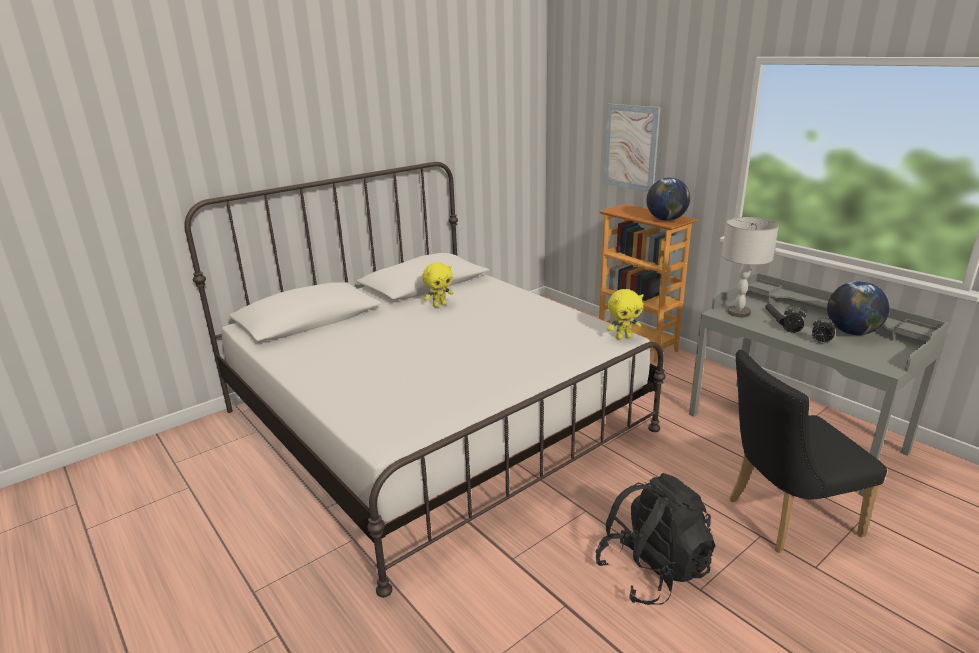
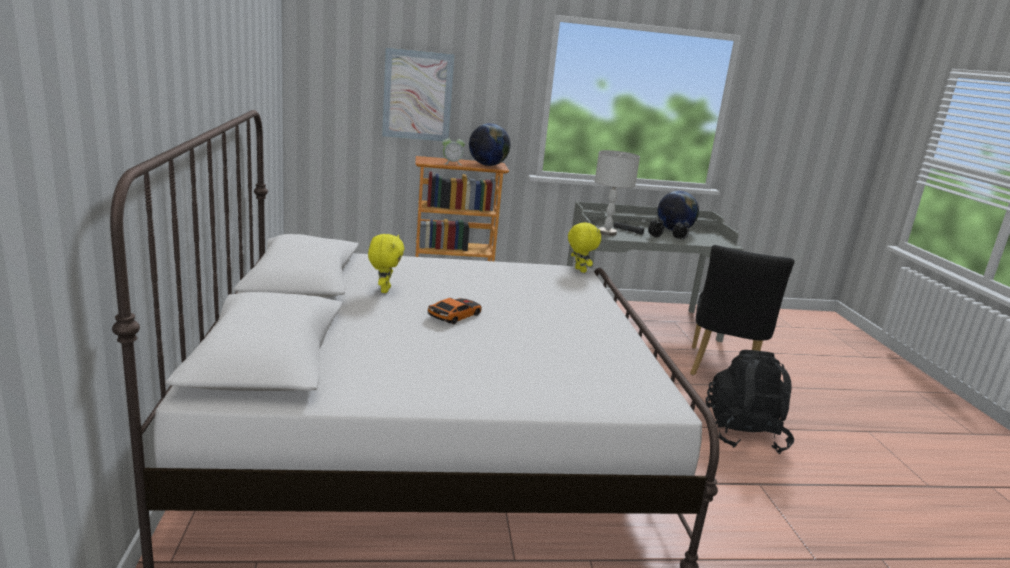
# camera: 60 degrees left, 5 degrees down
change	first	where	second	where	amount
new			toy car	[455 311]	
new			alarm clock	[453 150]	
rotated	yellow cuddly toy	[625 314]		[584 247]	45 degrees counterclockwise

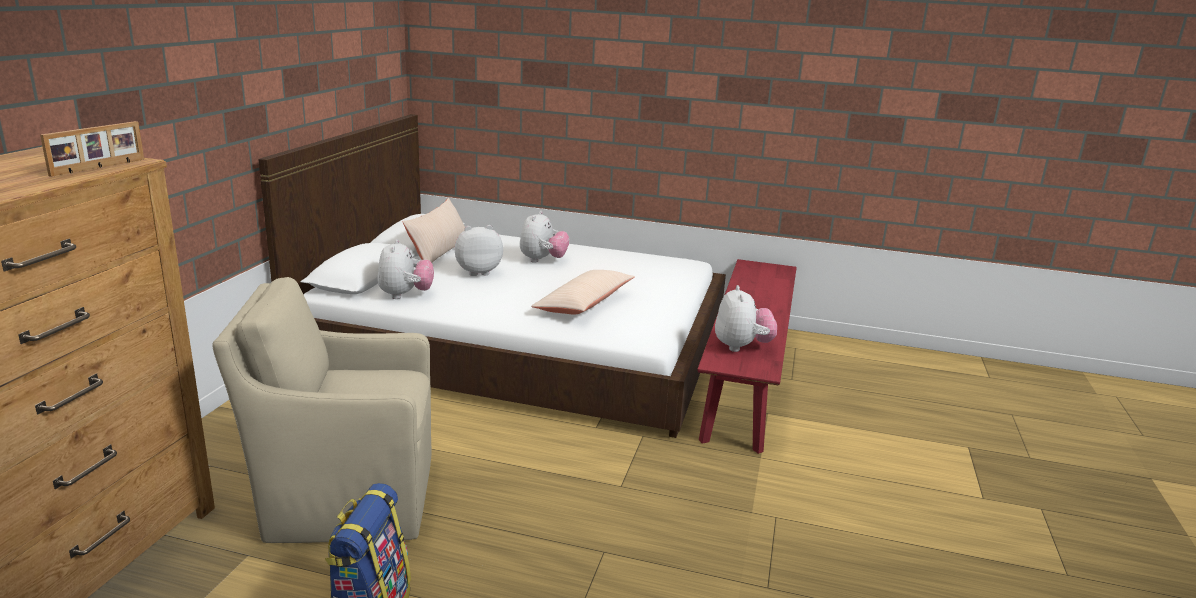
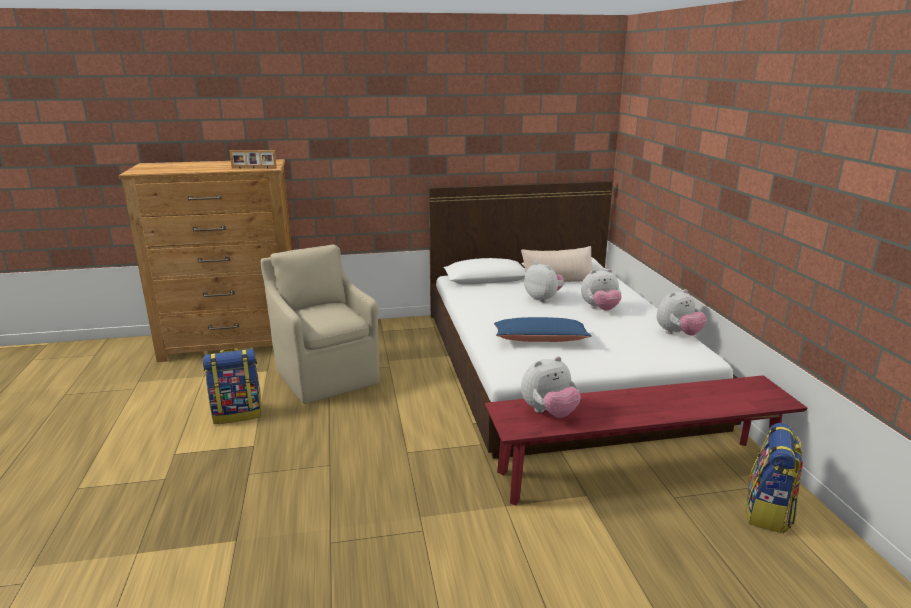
# camera: 65 degrees right, 0 degrees up
change	first	where	second	where	amount
new			rucksack	[775 478]	
shifted	cuddly toy	[405 269]		[682 312]	
repainted	beige-coloured pillow	[583 292]	blue-coloured pillow	[543 329]	

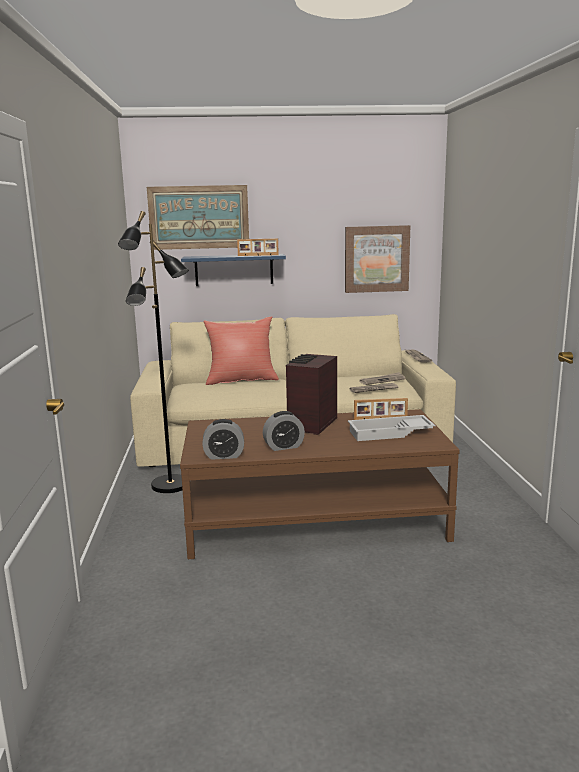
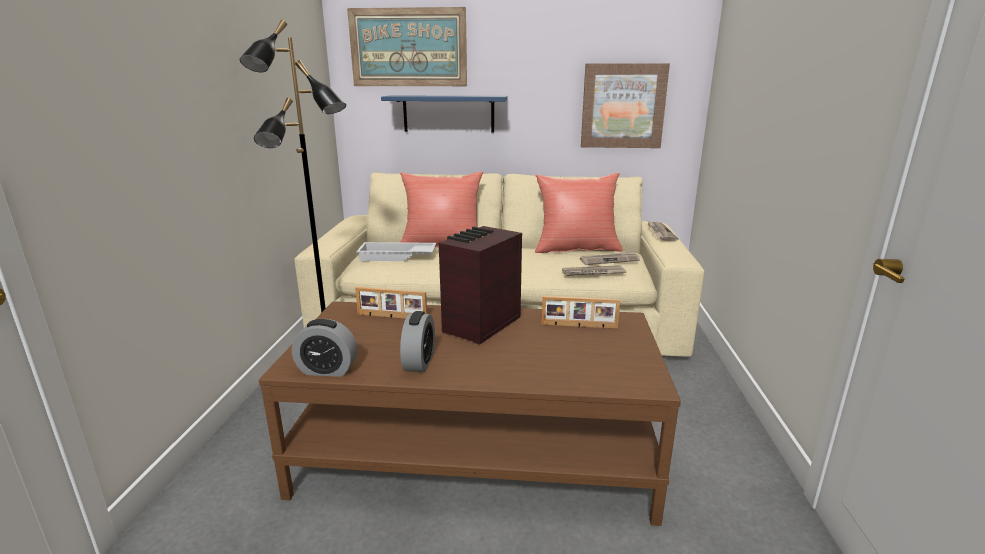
# camera: 10 degrees right, 5 degrees up
change	first	where	second	where	amount
new			red pillow	[579 213]	
shifted	picture frame	[258 247]		[391 303]	
shifted	white-coloured tray	[391 428]		[396 251]	
rotated	alarm clock	[284 431]		[417 341]	75 degrees counterclockwise

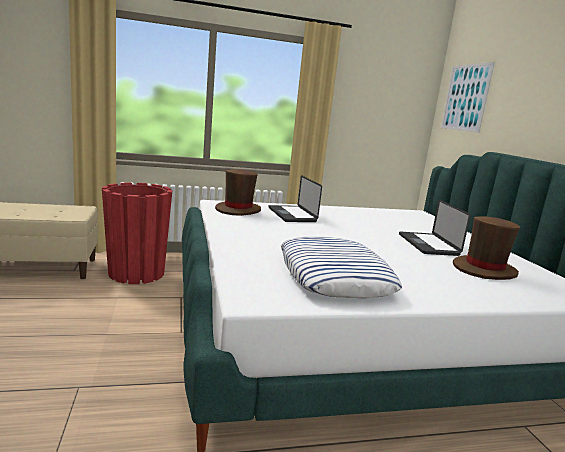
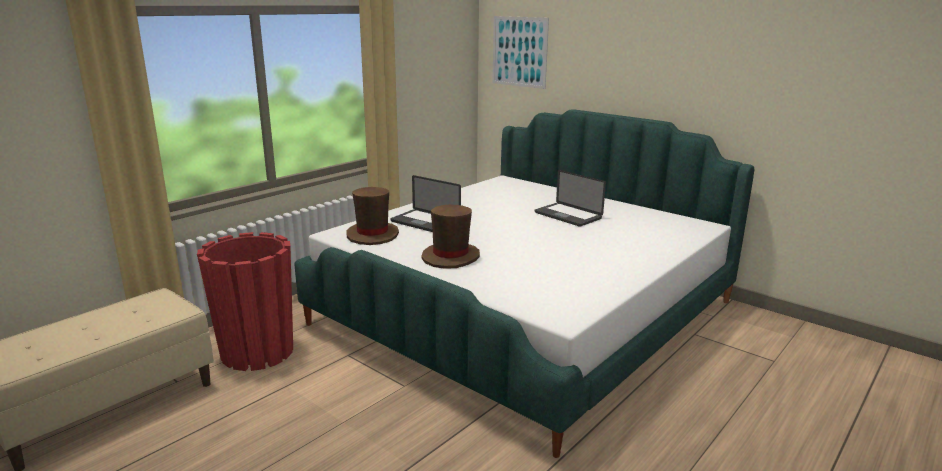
# camera: 35 degrees left, 5 degrees up
change	first	where	second	where	amount
gone	pillow	[341 267]			
shifted	brown wearable hat	[486 248]		[450 236]	

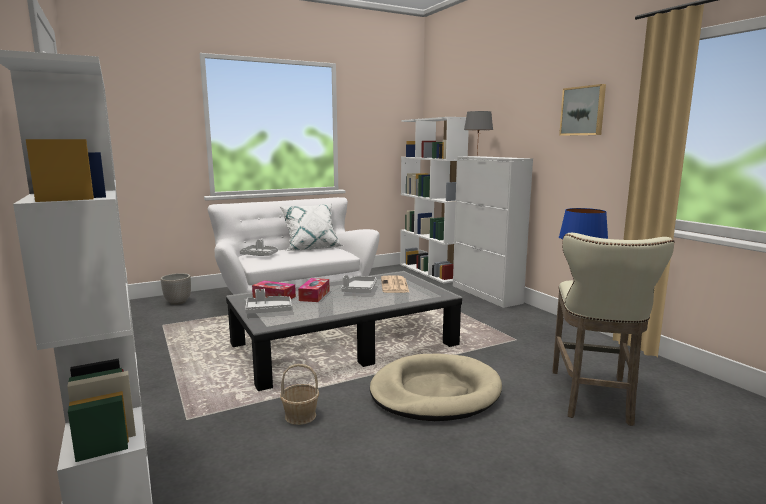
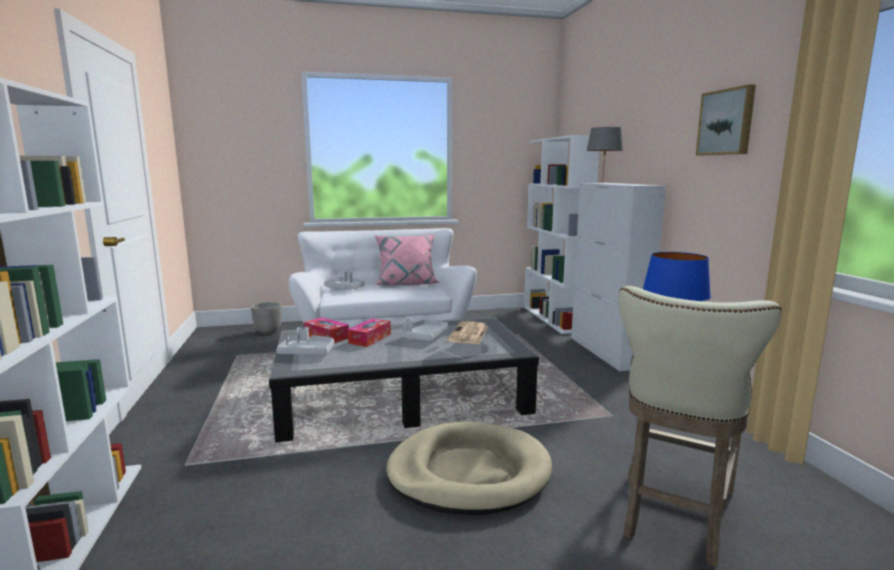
# camera: 15 degrees right, 0 degrees up
change	first	where	second	where	amount
gone	household basket	[299 394]			
repainted	white-coloured pillow	[311 227]	pink pillow	[407 260]	

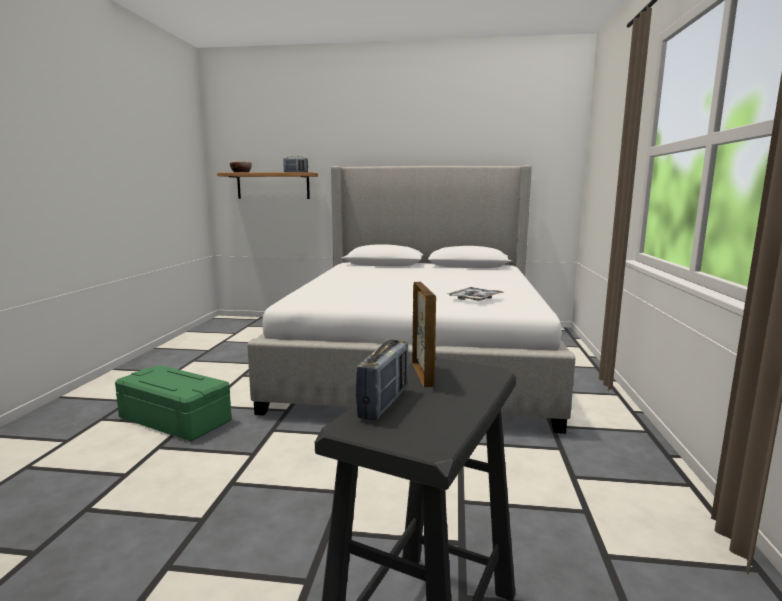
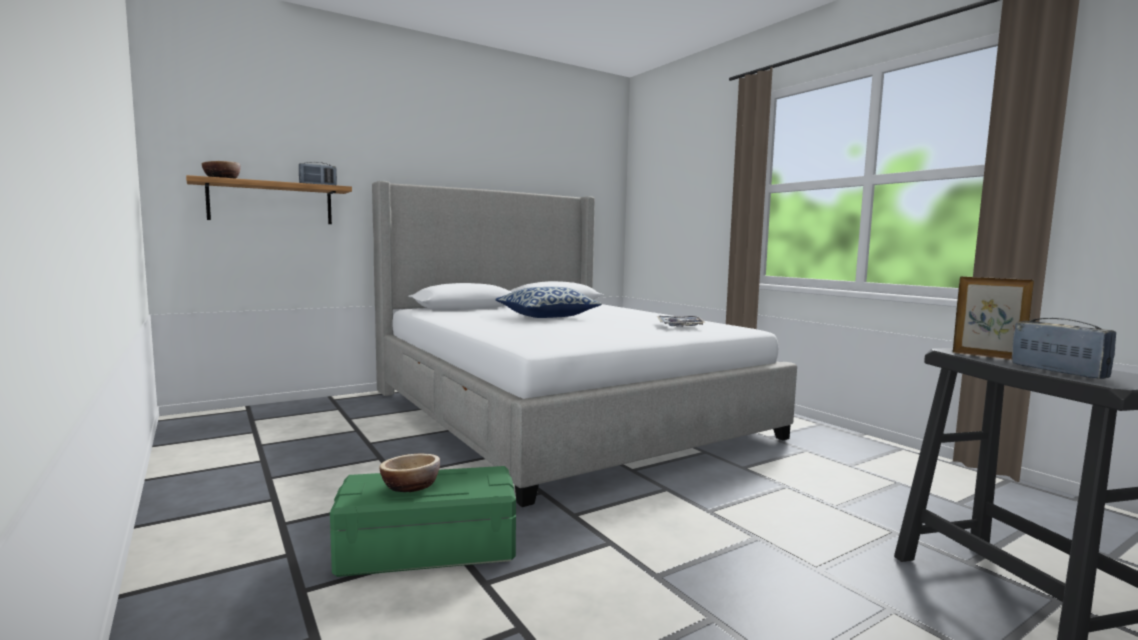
# camera: 40 degrees left, 5 degrees down
change	first	where	second	where	amount
new			deep dish	[409 473]	
new			pillow	[548 302]	

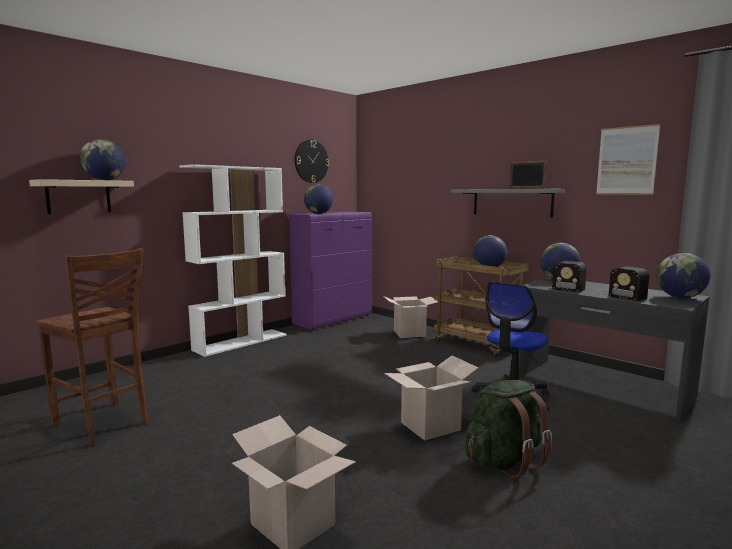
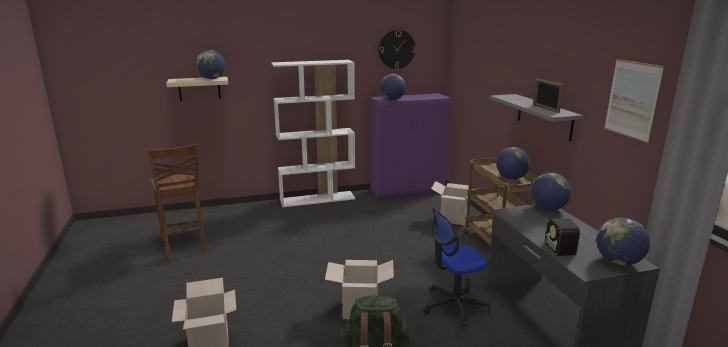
# camera: 30 degrees right, 10 degrees up
change	first	where	second	where	amount
gone	radio receiver	[562 277]			

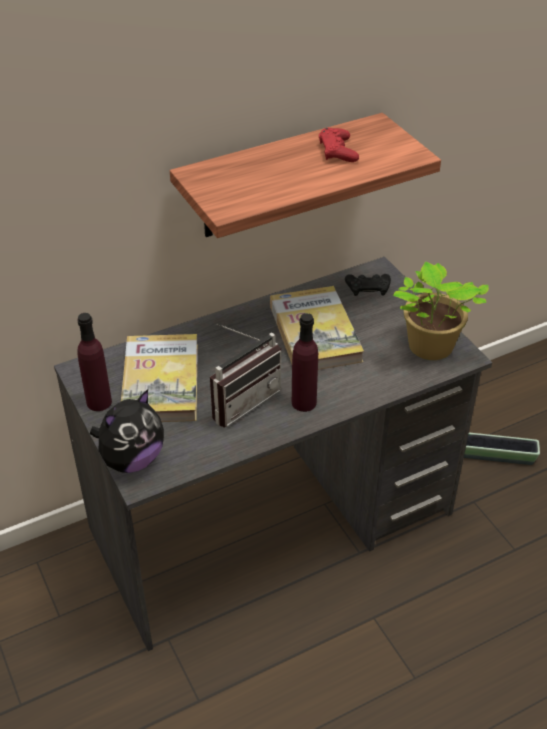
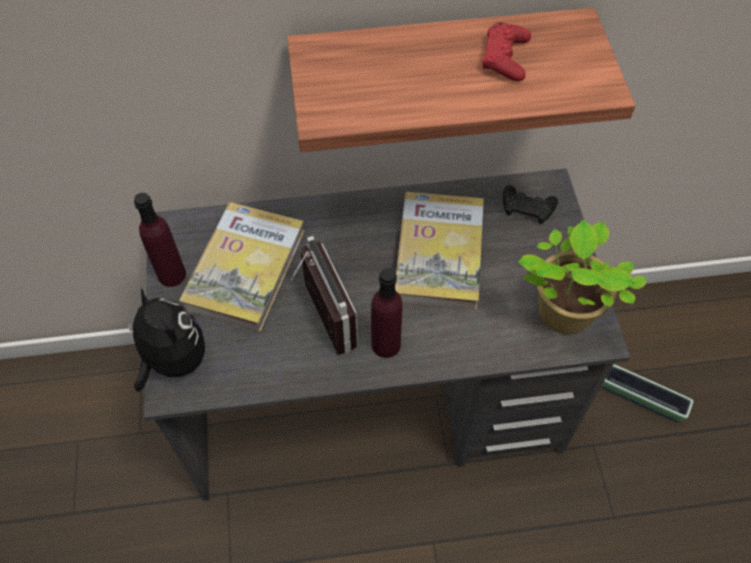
# camera: 20 degrees right, 15 degrees up
change	first	where	second	where	amount
rotated	cuddly toy	[127 431]		[165 339]	105 degrees counterclockwise
rotated	radio receiver	[245 376]		[324 295]	90 degrees counterclockwise

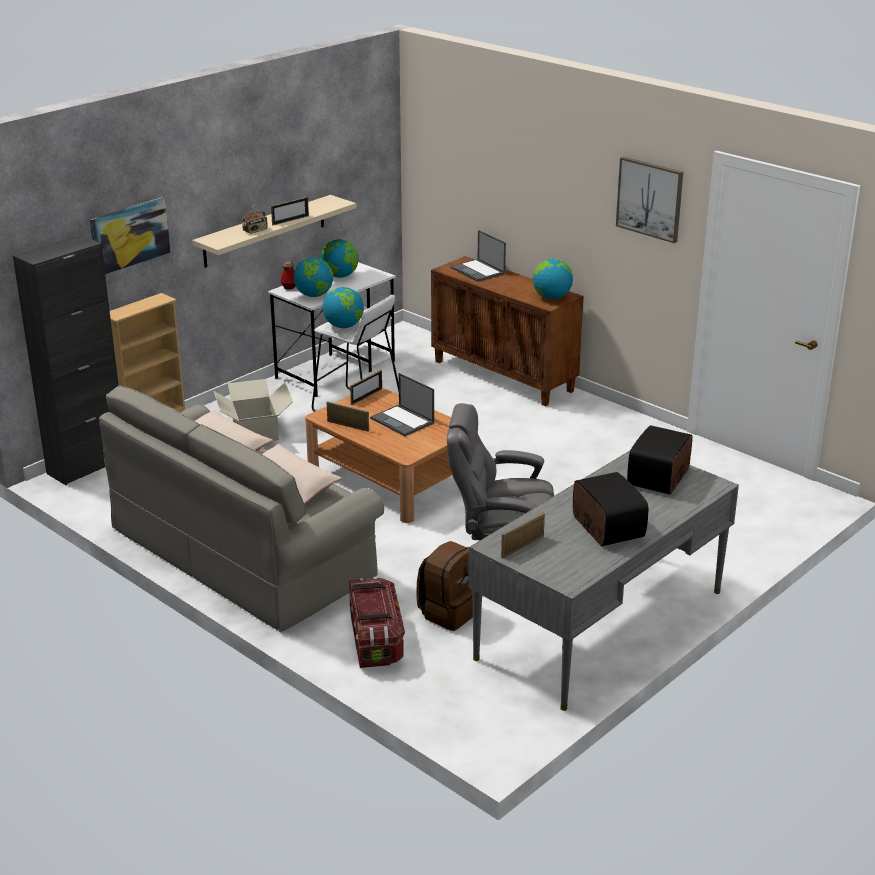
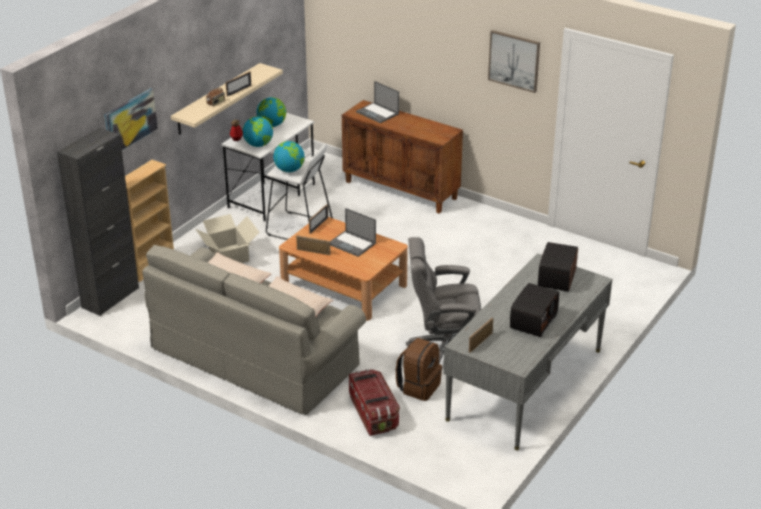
# camera: 10 degrees left, 5 degrees up
change	first	where	second	where	amount
gone	globe	[553 279]			
rotated	radio receiver	[610 509]		[534 310]	60 degrees clockwise

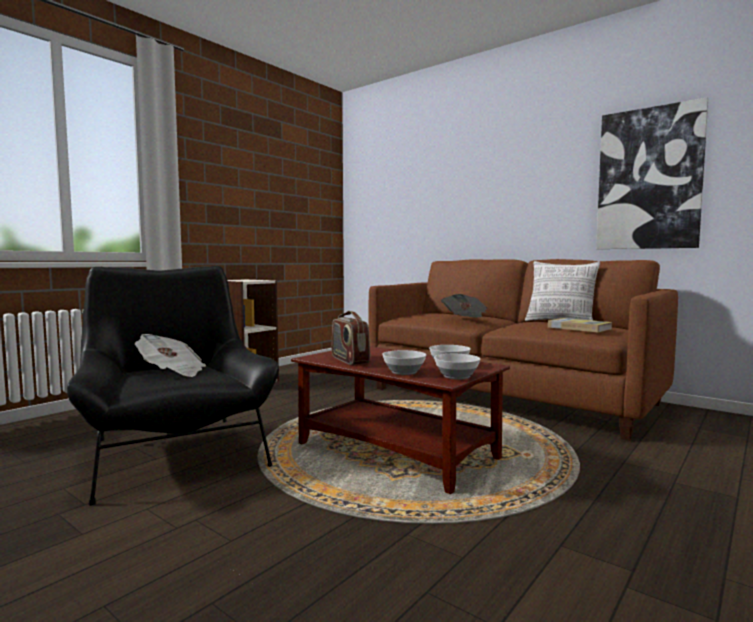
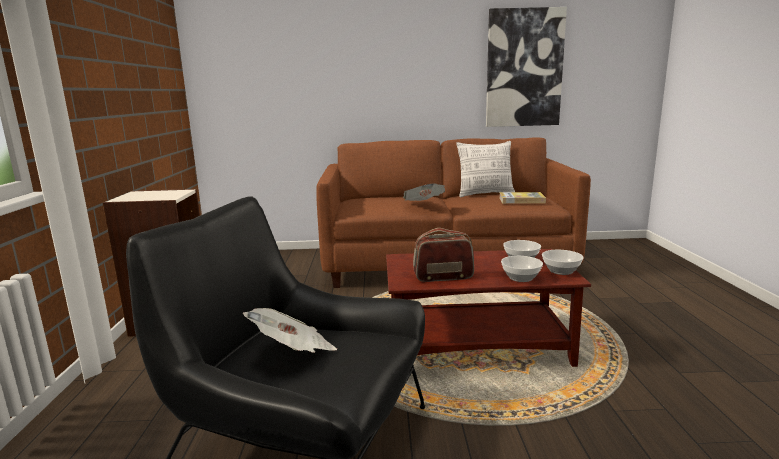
# camera: 40 degrees left, 10 degrees up
change	first	where	second	where	amount
rotated	radio receiver	[351 338]		[443 255]	150 degrees clockwise

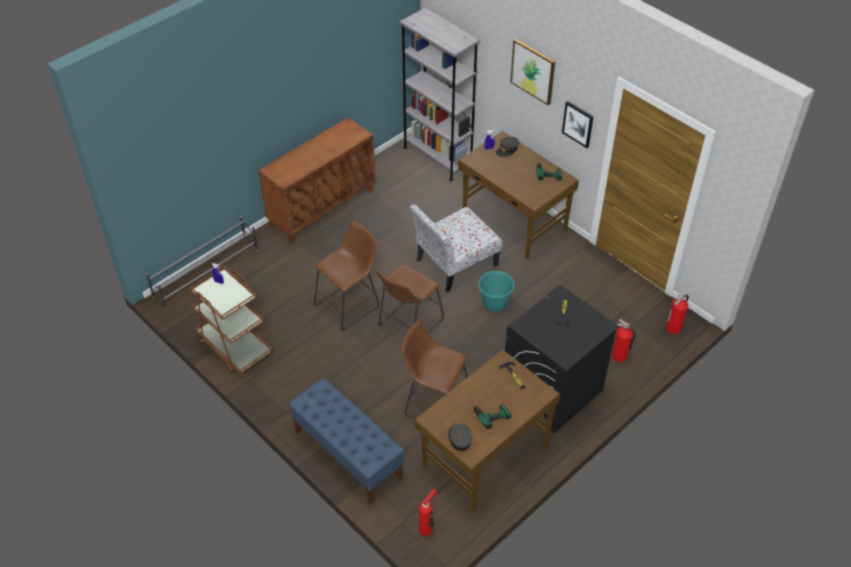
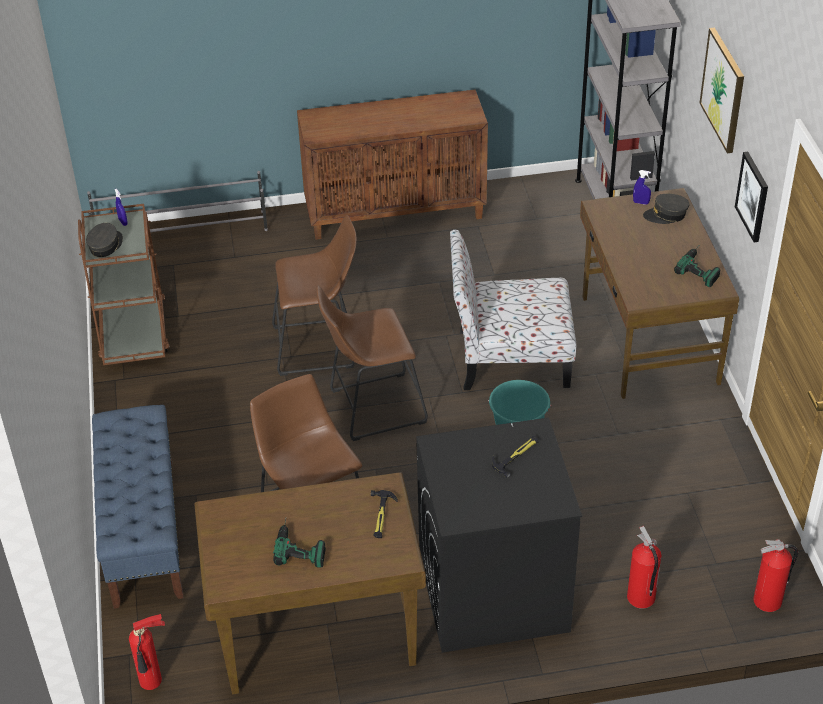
# camera: 35 degrees right, 5 degrees down
change	first	where	second	where	amount
shifted	greyish peaked cap	[460 437]		[104 240]	

